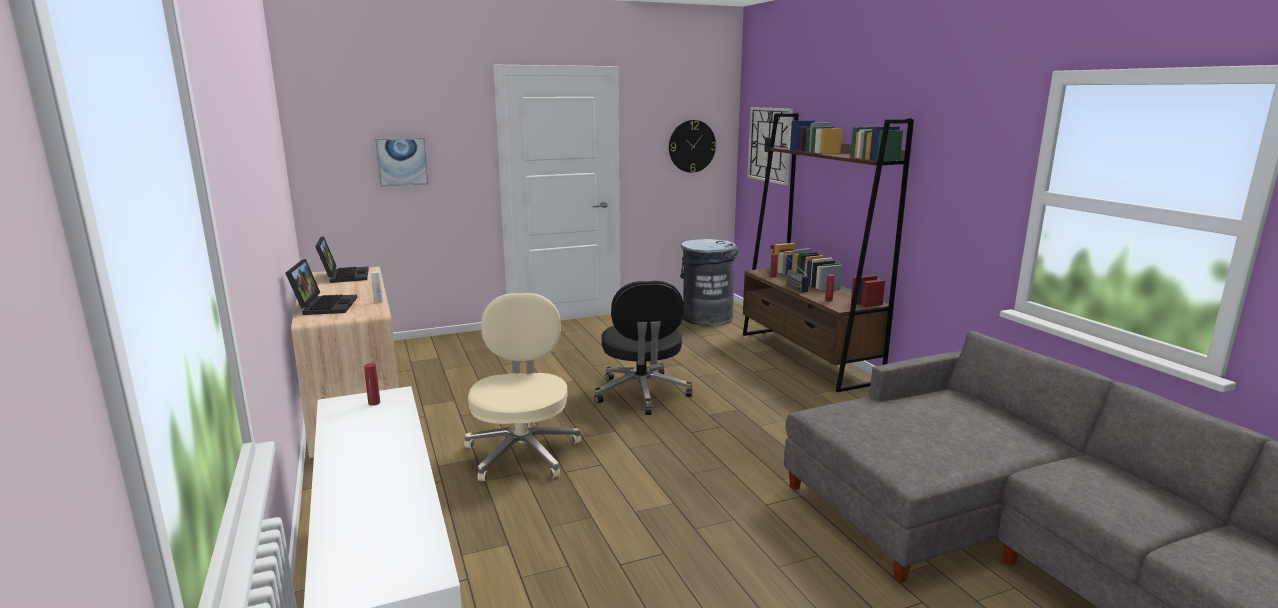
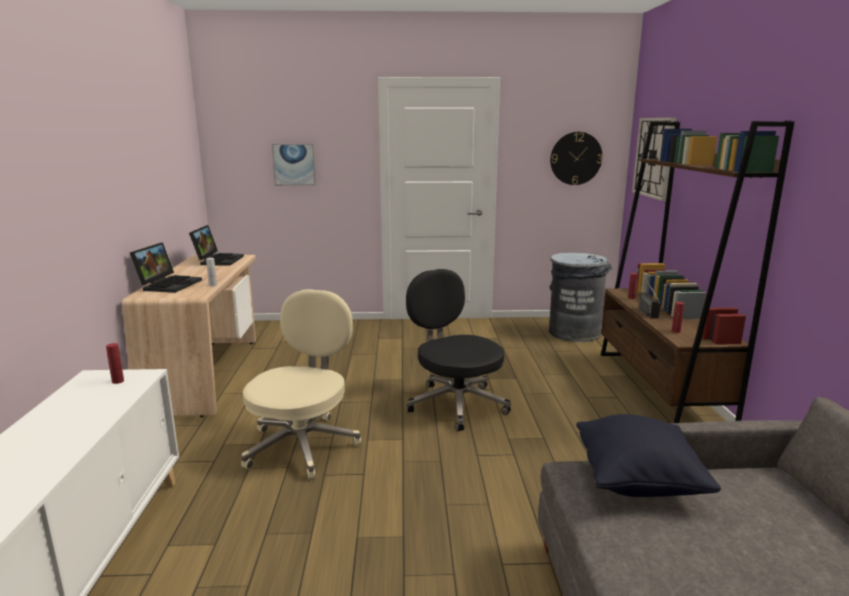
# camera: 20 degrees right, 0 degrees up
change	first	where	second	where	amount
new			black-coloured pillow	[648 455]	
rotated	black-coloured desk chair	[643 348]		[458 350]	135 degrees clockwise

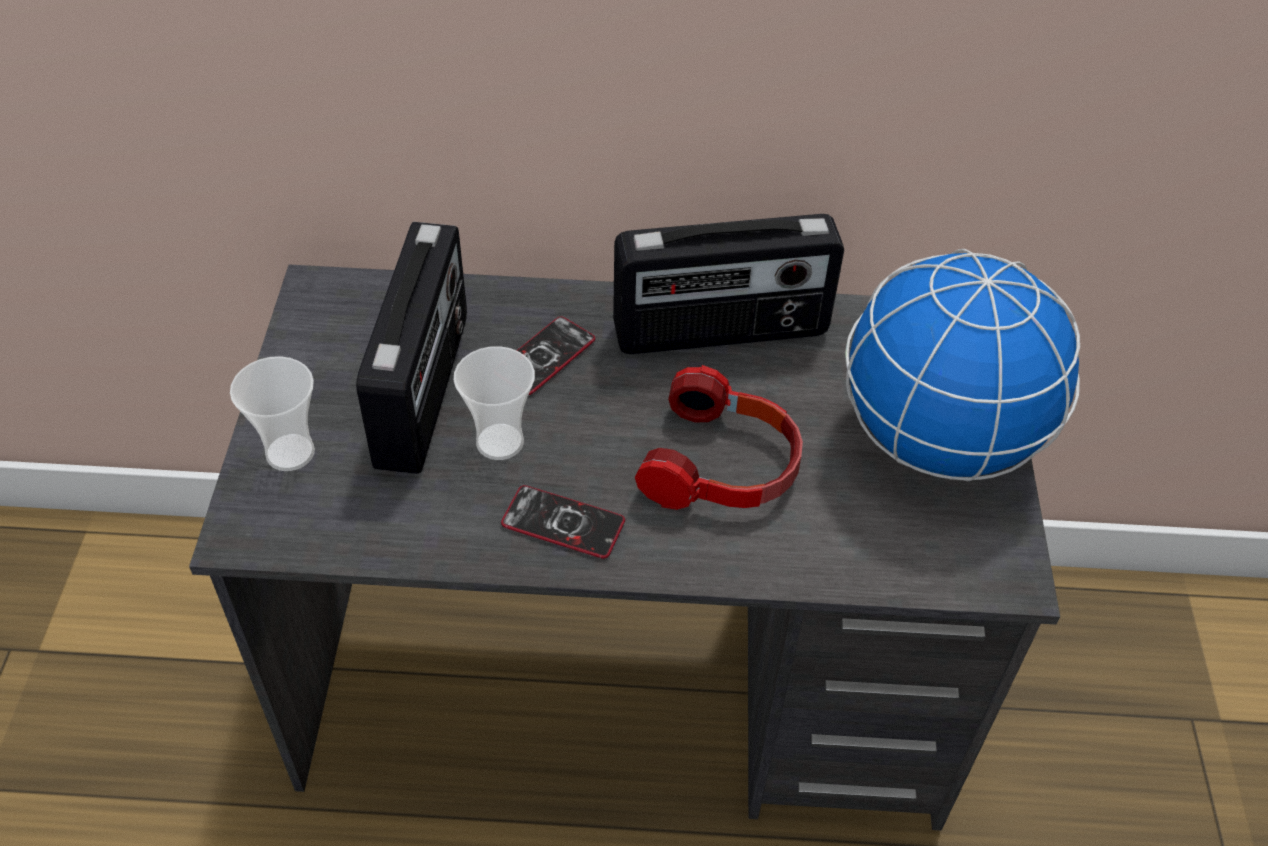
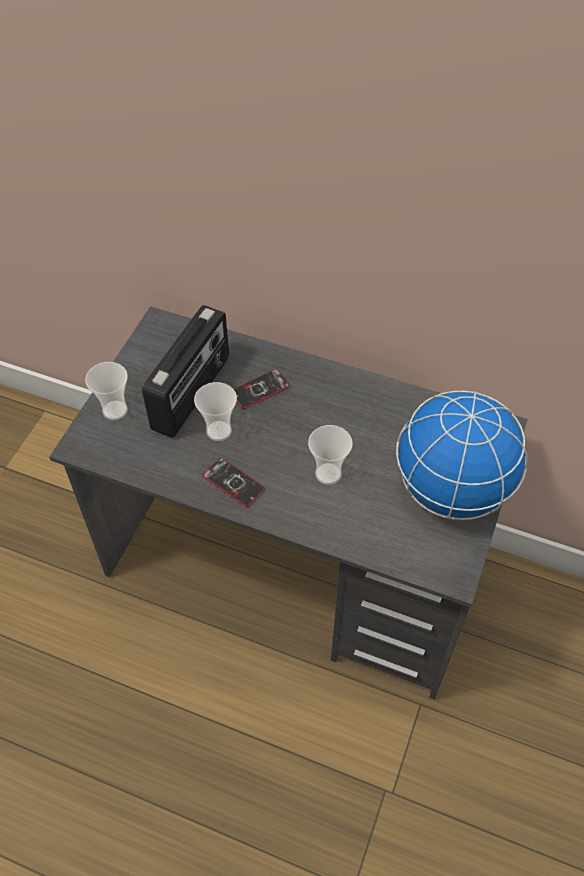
# camera: 20 degrees right, 5 degrees up
change	first	where	second	where	amount
gone	radio receiver	[728 284]			
swapped	pair of headphones	[719 437]	cup	[330 455]	

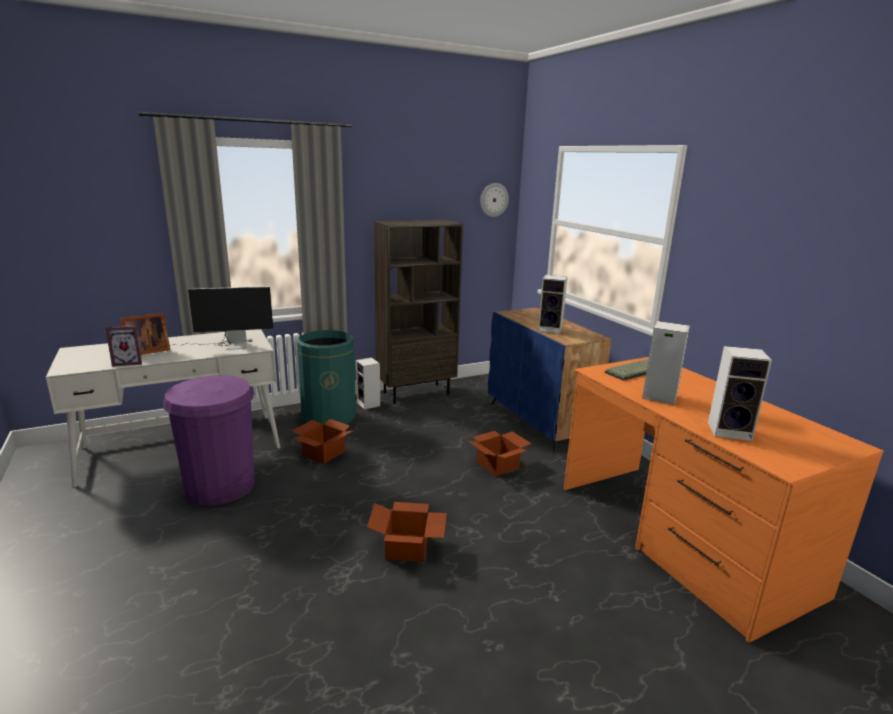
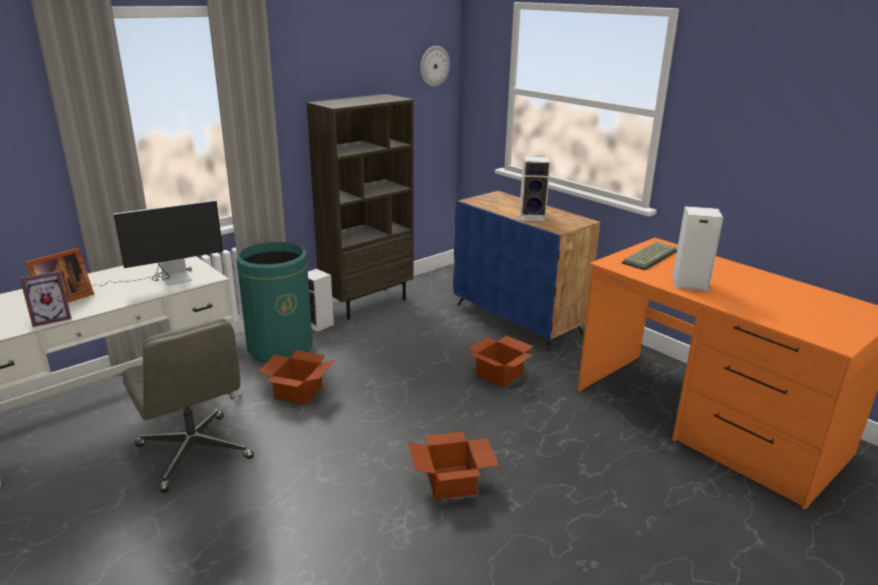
# camera: 15 degrees left, 5 degrees up
change	first	where	second	where	amount
gone	speaker	[740 393]			
swapped	purple-coloured waste bin	[209 440]	greyish desk chair	[188 405]	

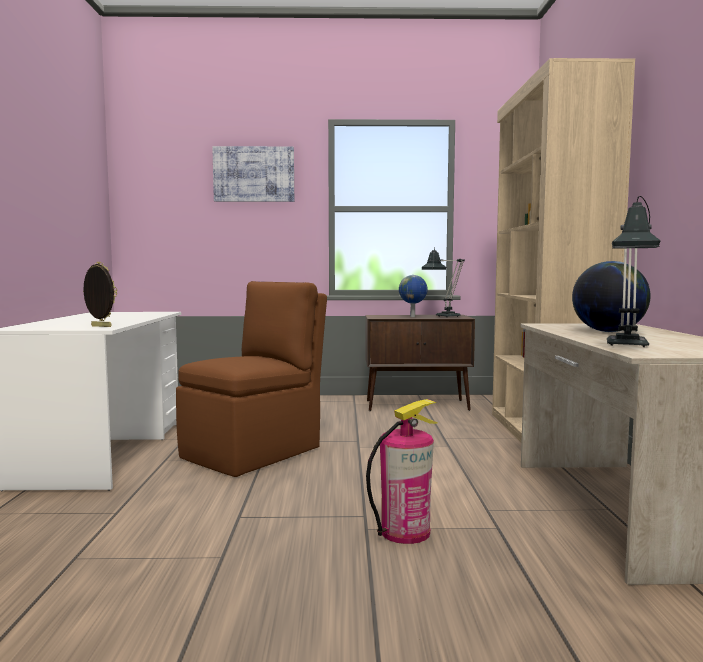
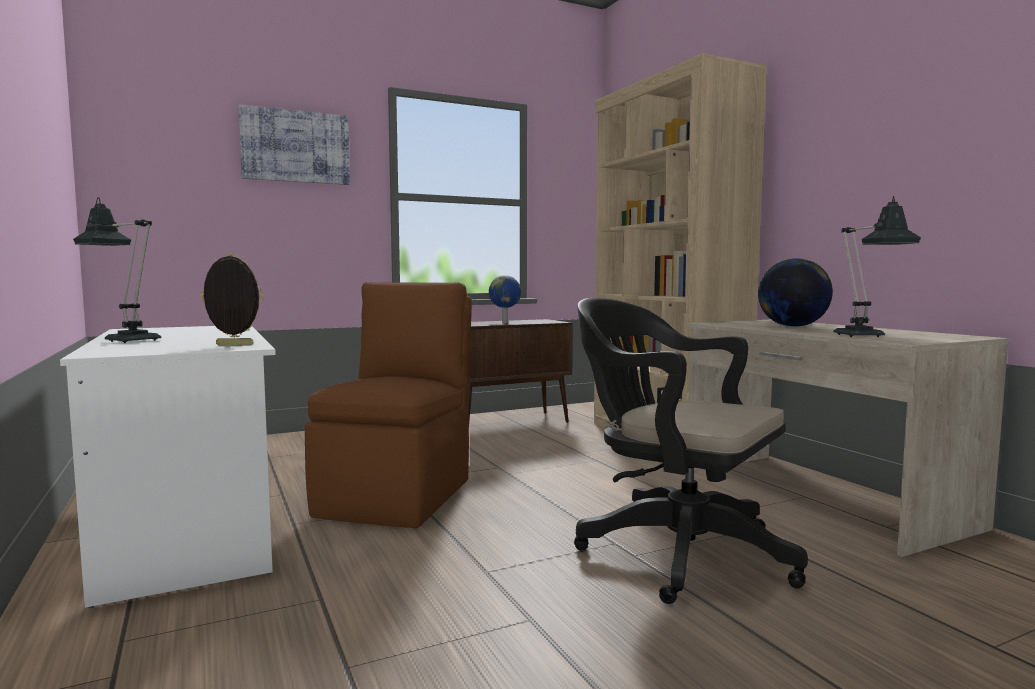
# camera: 25 degrees left, 0 degrees up
change	first	where	second	where	amount
shifted	table lamp	[443 282]		[117 270]	
swapped	fire extinguisher	[401 471]	black-coloured desk chair	[691 451]	

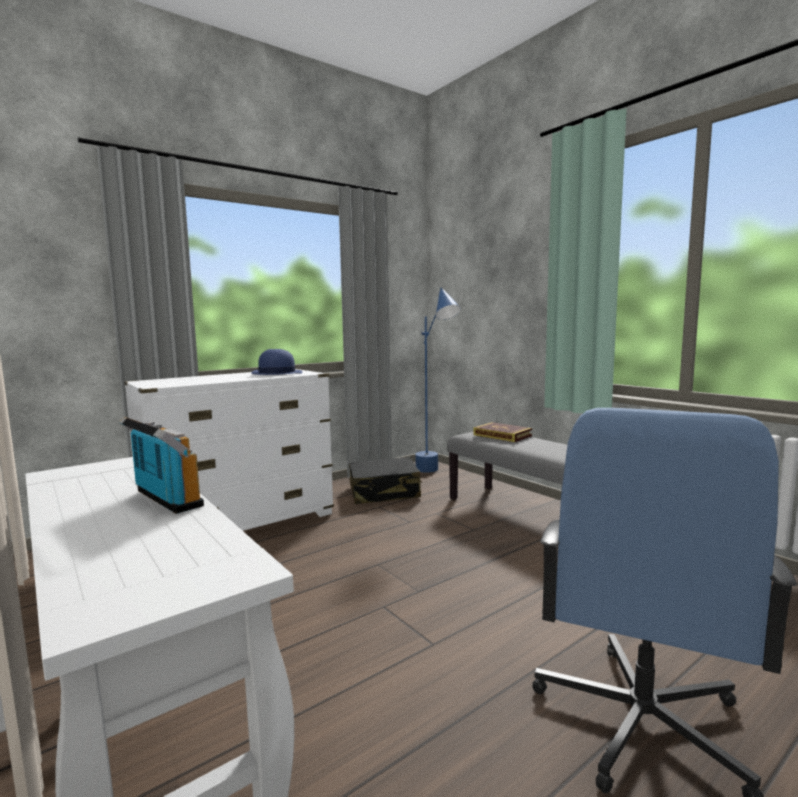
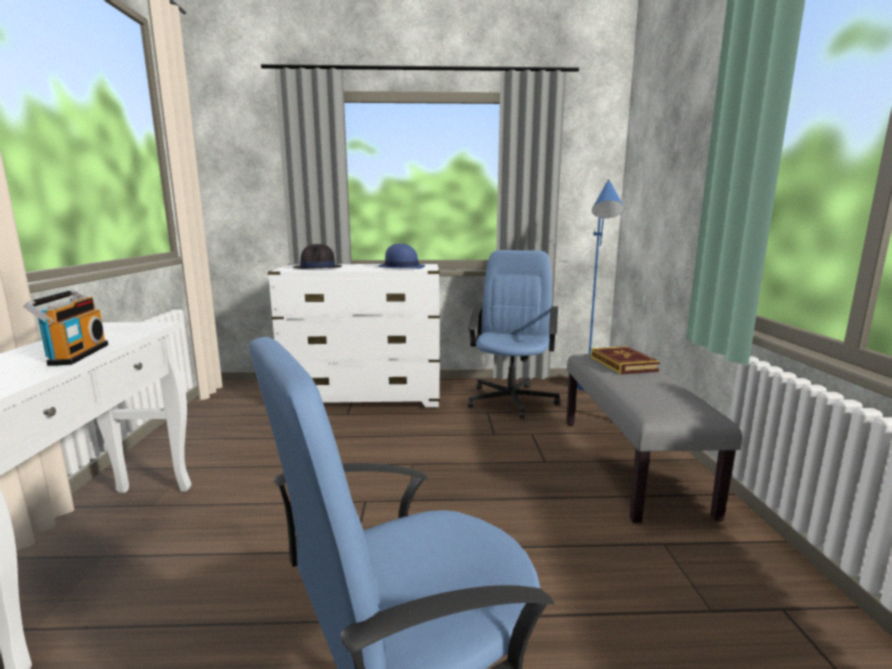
# camera: 35 degrees right, 5 degrees up
change	first	where	second	where	amount
new			black-coloured wearable hat	[317 256]	
swapped	black-coloured piece of luggage	[385 480]	blue-coloured desk chair	[514 334]	

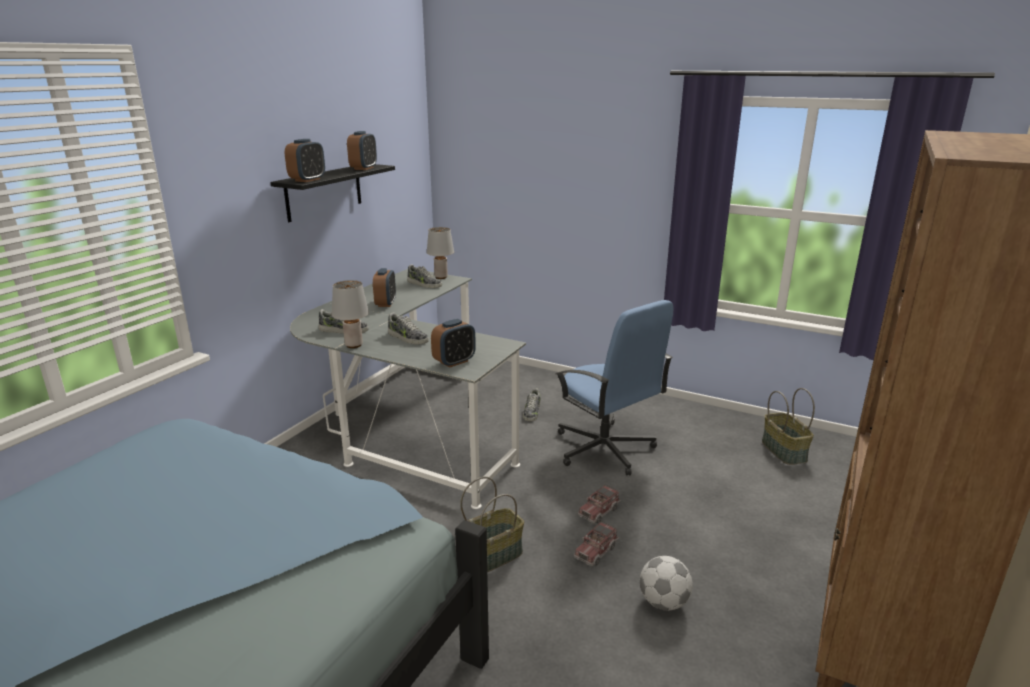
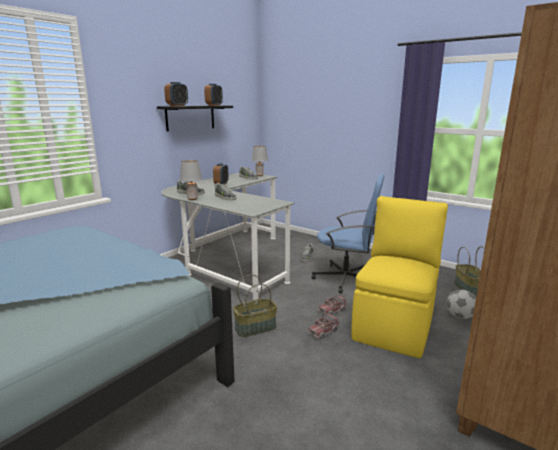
# camera: 10 degrees right, 5 degrees down
change	first	where	second	where	amount
gone	alarm clock	[453 343]			
new			yellow plain chair	[400 277]	
shifted	football ball	[666 583]		[461 304]	
rotated	blue-coloured desk chair	[614 388]		[347 234]	45 degrees counterclockwise

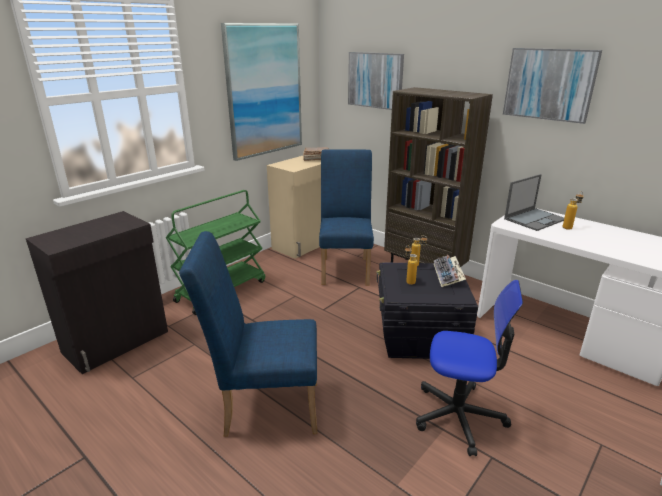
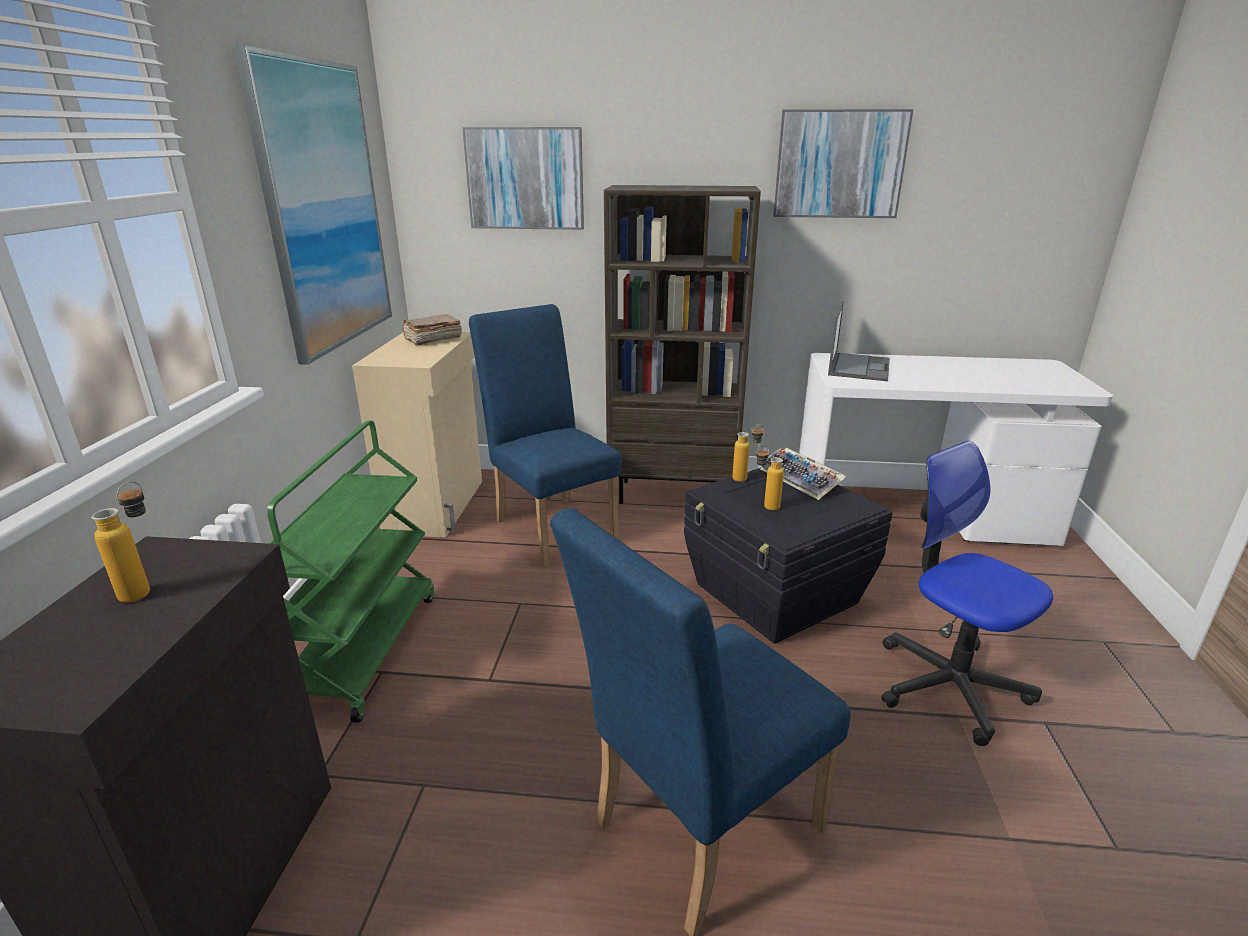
# camera: 35 degrees left, 0 degrees up
change	first	where	second	where	amount
shifted	drink bottle	[573 210]		[121 542]	
rotated	desk chair	[469 368]		[967 593]	105 degrees counterclockwise

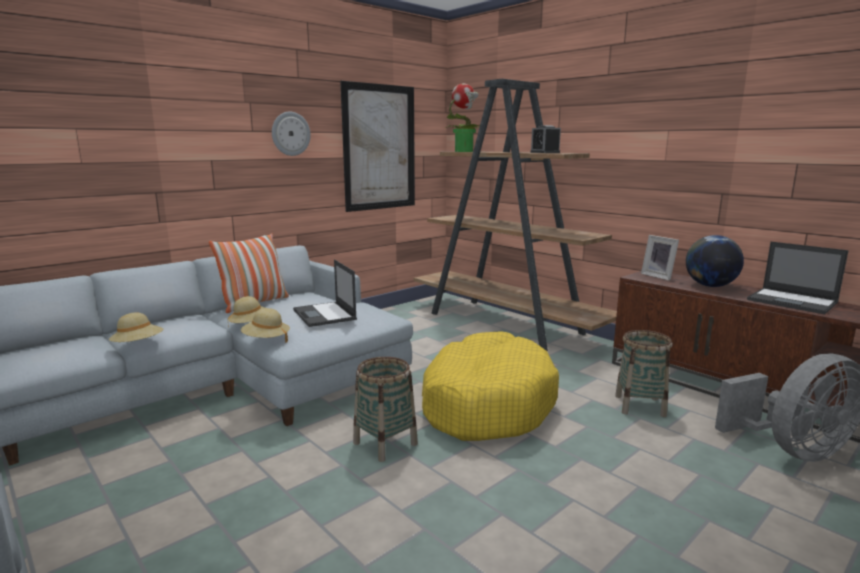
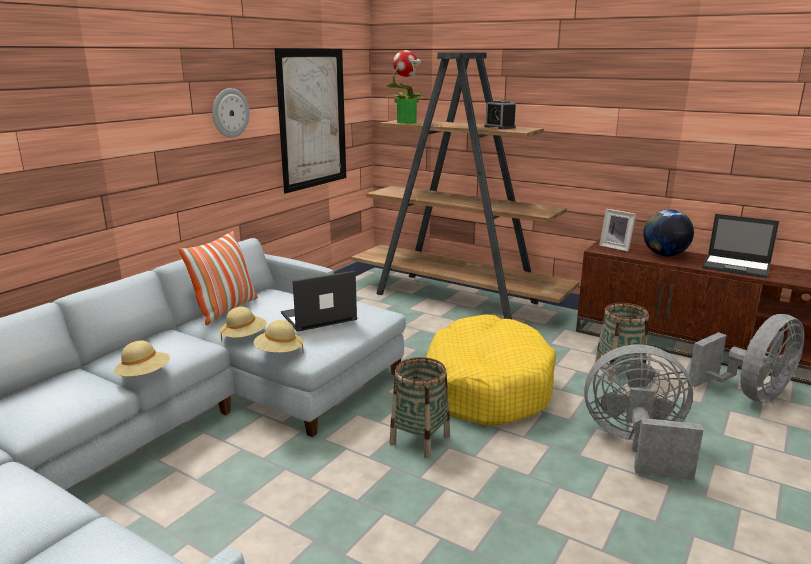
# camera: 15 degrees left, 5 degrees up
change	first	where	second	where	amount
new			greyish cooling fan	[643 412]	
rotated	portable computer	[325 293]		[319 301]	105 degrees clockwise

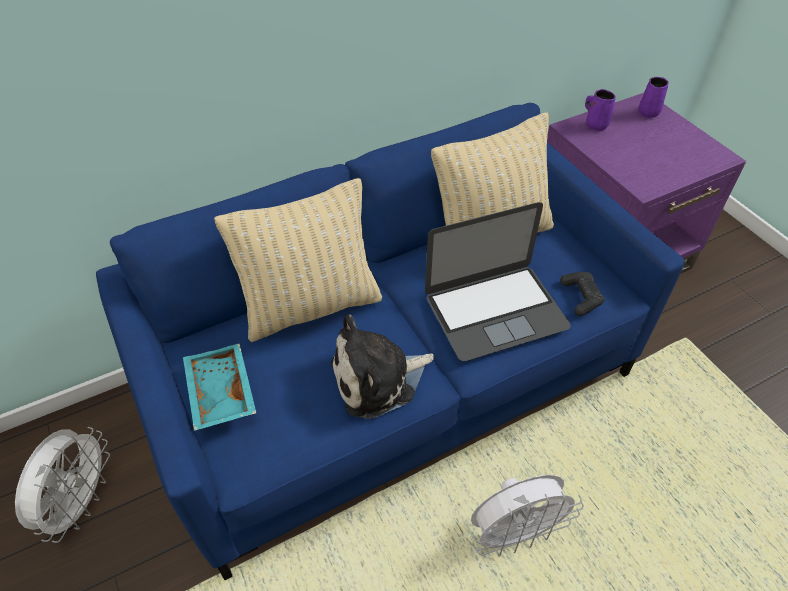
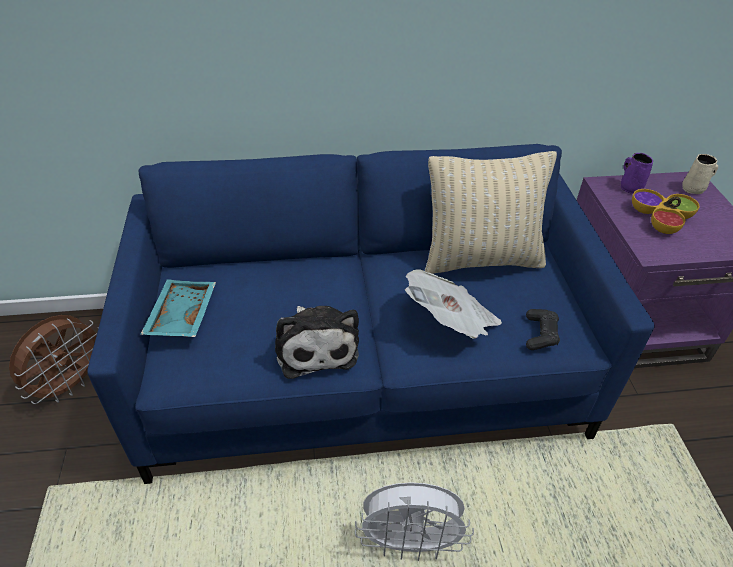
# camera: 20 degrees right, 5 degrees down
change	first	where	second	where	amount
gone	beige-coloured pillow	[298 260]			
new			deep dish	[665 211]	
swapped	portable computer	[498 282]	printed paper	[453 304]	
repainted	white-coloured cooling fan	[62 485]	brown cooling fan	[54 359]	
repainted	purple-coloured tea mug	[654 97]	beige-coloured tea mug	[700 174]	
rotated	cuddly toy	[382 366]		[317 342]	105 degrees counterclockwise

